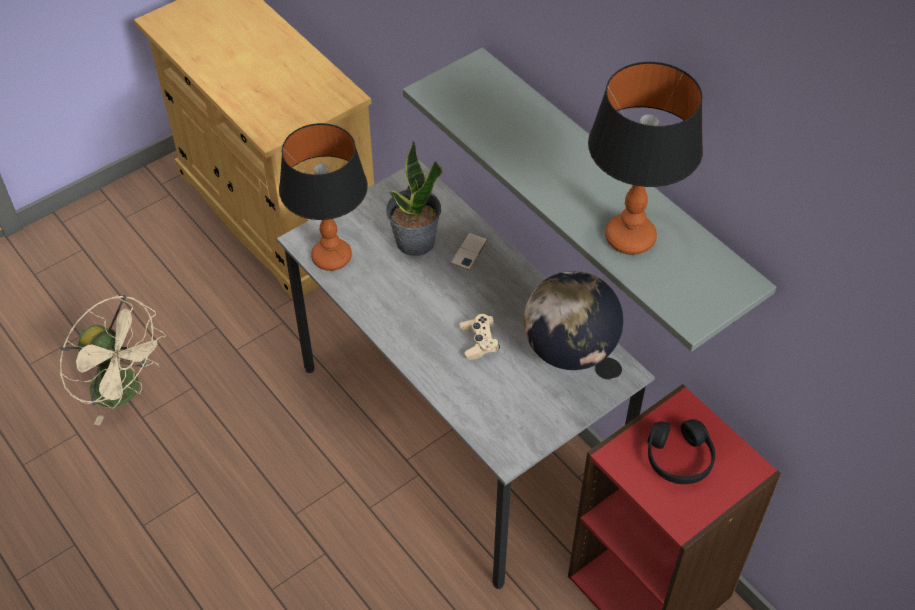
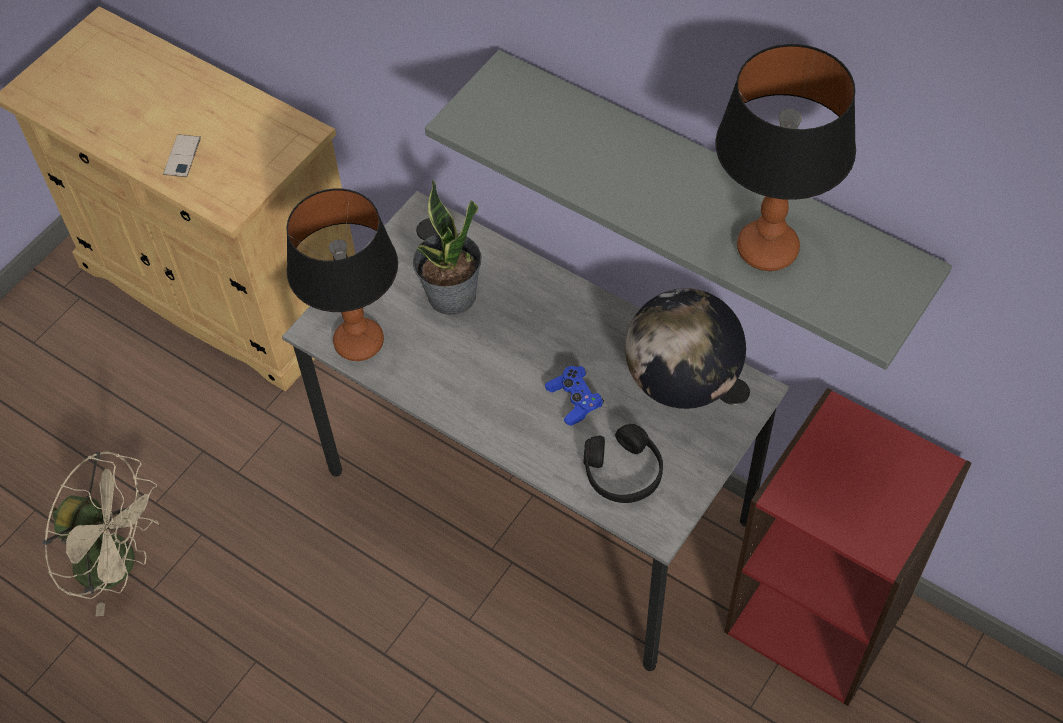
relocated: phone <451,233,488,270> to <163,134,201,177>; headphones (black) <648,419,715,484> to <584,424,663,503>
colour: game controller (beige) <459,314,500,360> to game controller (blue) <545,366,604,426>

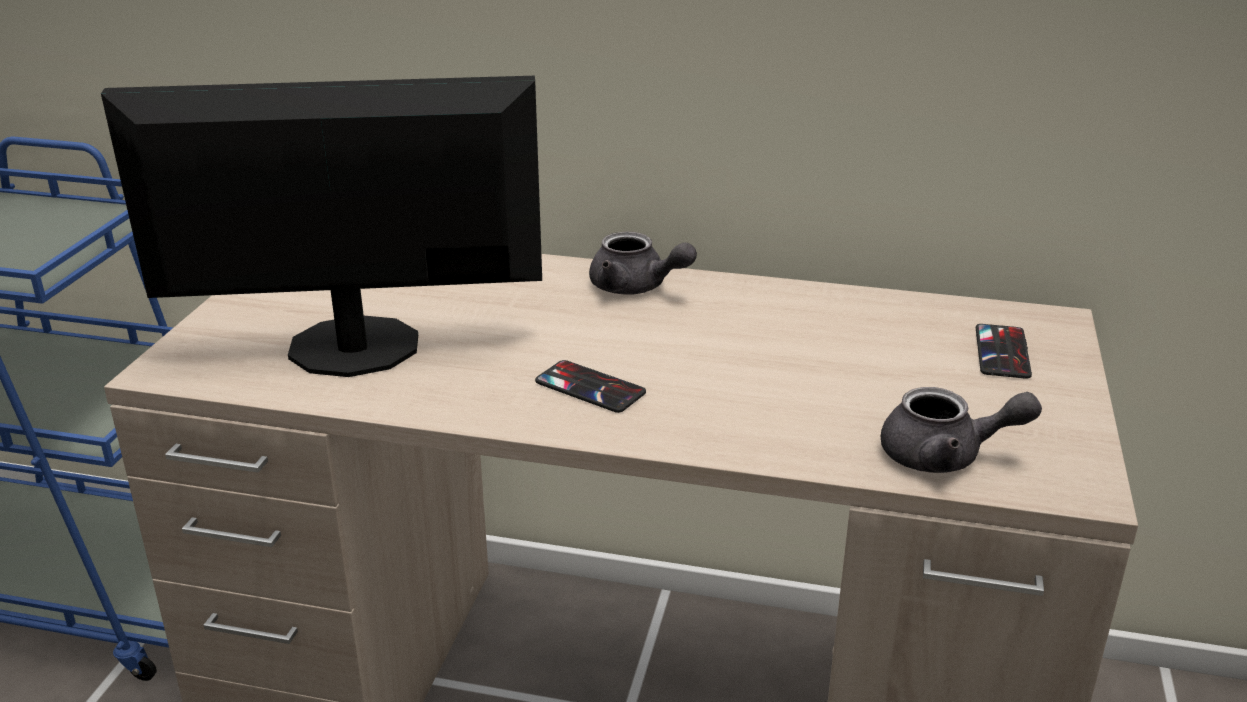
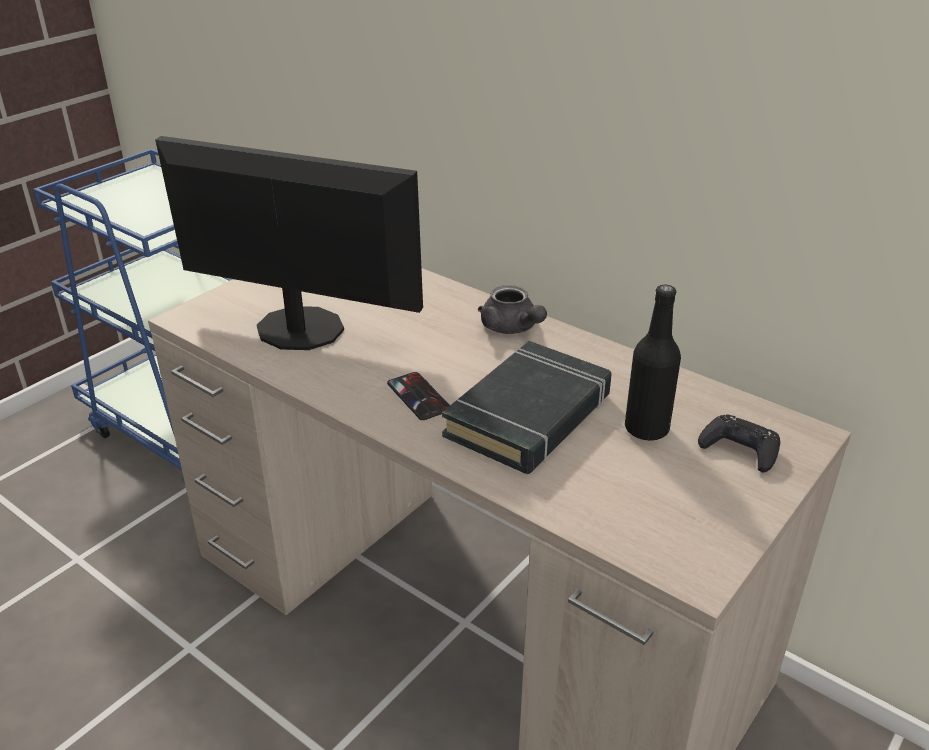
missing: pot for tea (gray) <880,387,1042,473>
appeared: volume (black) <442,341,611,474>; bottle (black) <625,285,681,441>
exchanged: phone <976,324,1032,379> to game controller (black) <698,414,780,473>

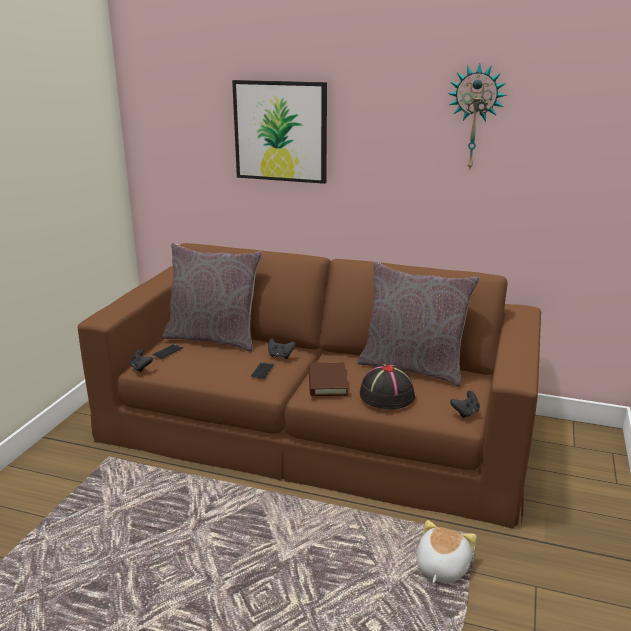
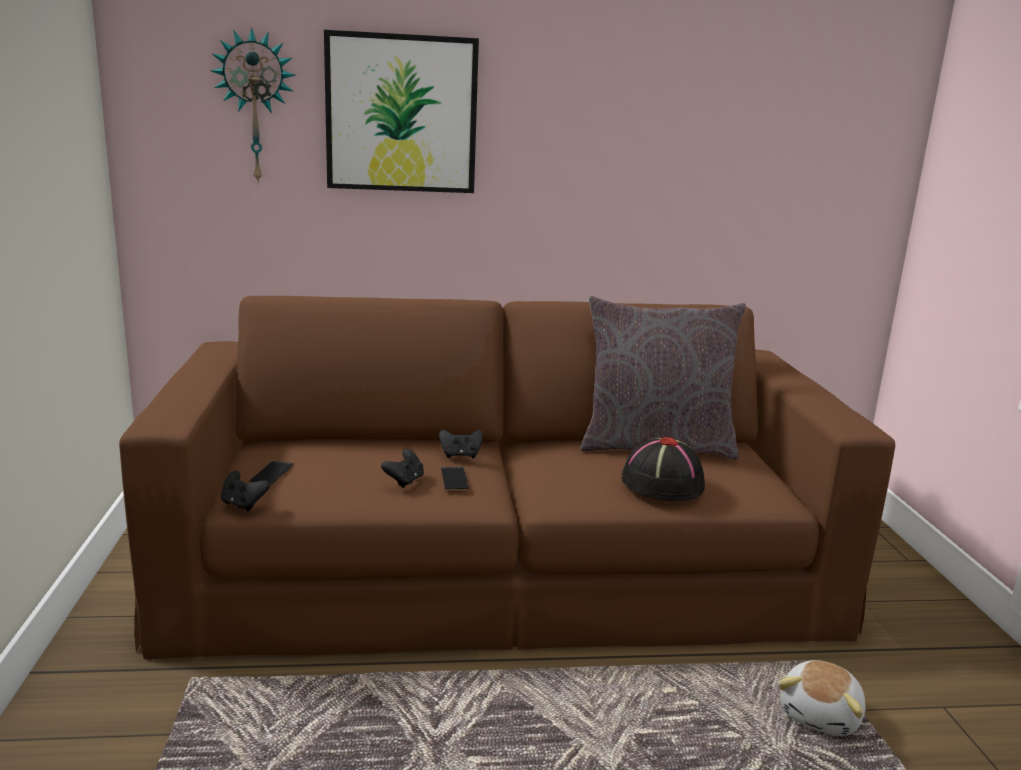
missing: throw pillow (gray) <163,243,262,352>; volume (brownish) <308,362,348,396>
relocated: clock on the wall <447,64,507,171> to <210,27,295,184>; game controller (black) <450,391,480,418> to <381,449,424,488>
spun: cuddly toy <417,520,477,583> = <779,660,866,736> 150 degrees counterclockwise

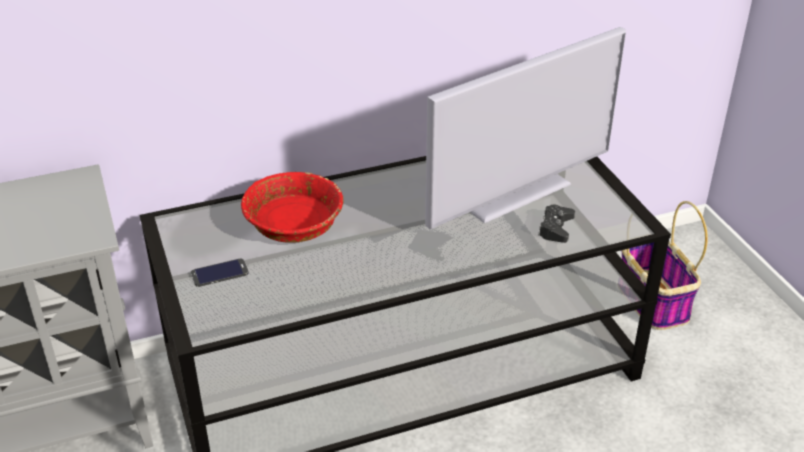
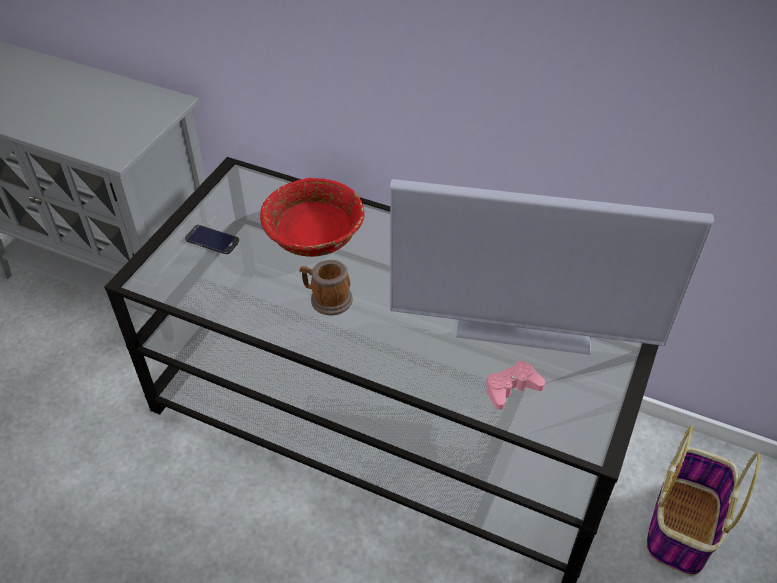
appeared: coffee mug <299,260,353,316>
colour: game controller (black) <538,205,575,243> to game controller (pink) <486,360,545,410>

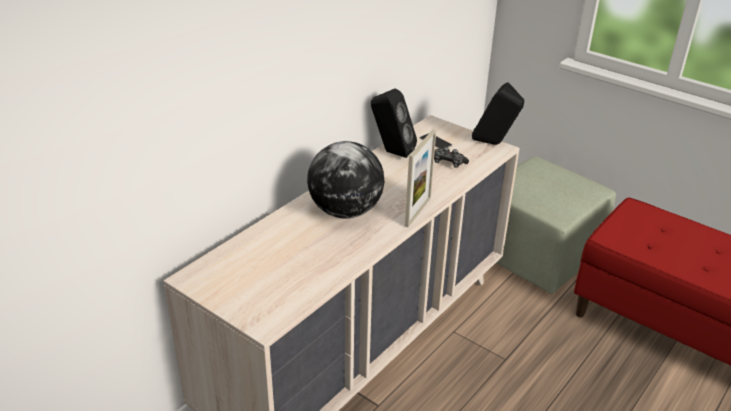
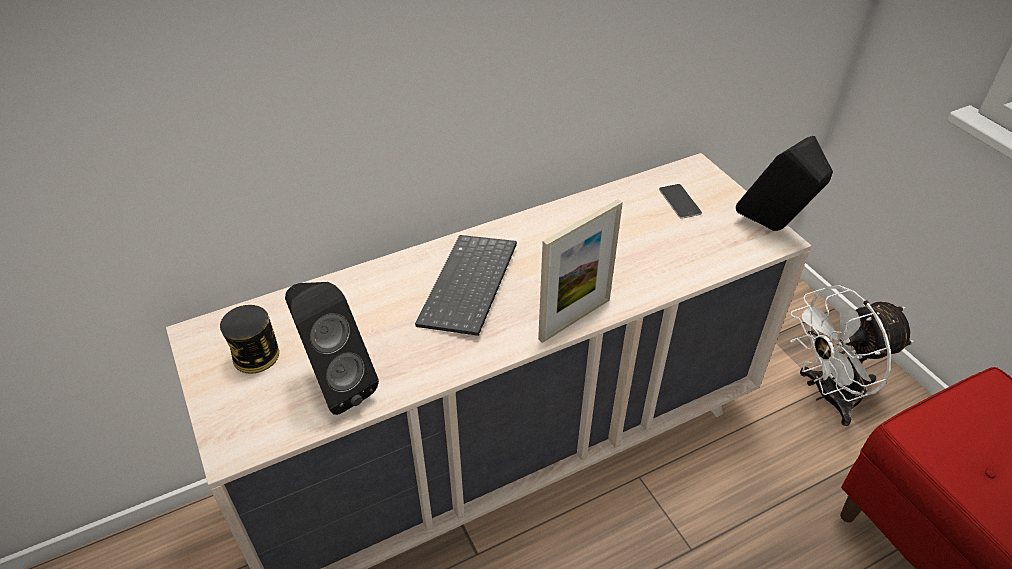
missing: game controller <434,147,469,168>
appeared: metal can <220,305,279,374>
relocated: audio speaker (black) <371,88,417,158> to <285,282,379,415>
exchanged: globe <307,141,384,219> to keyboard <415,235,517,336>; ottoman (greenish) <496,156,616,294> to electric fan (white) <790,285,914,426>

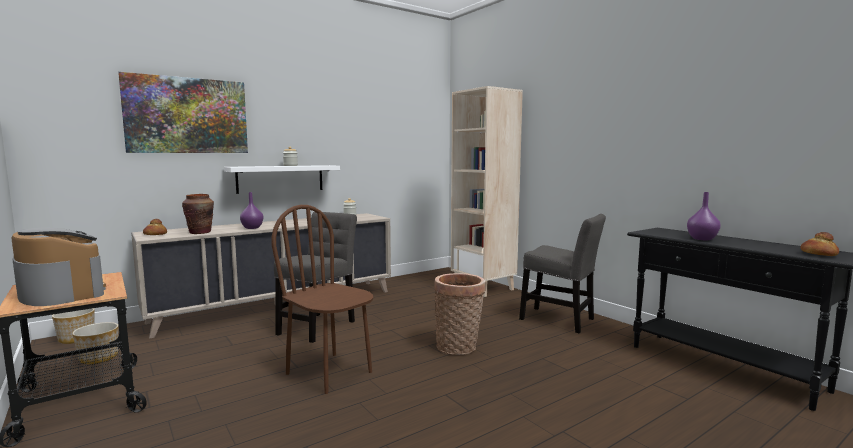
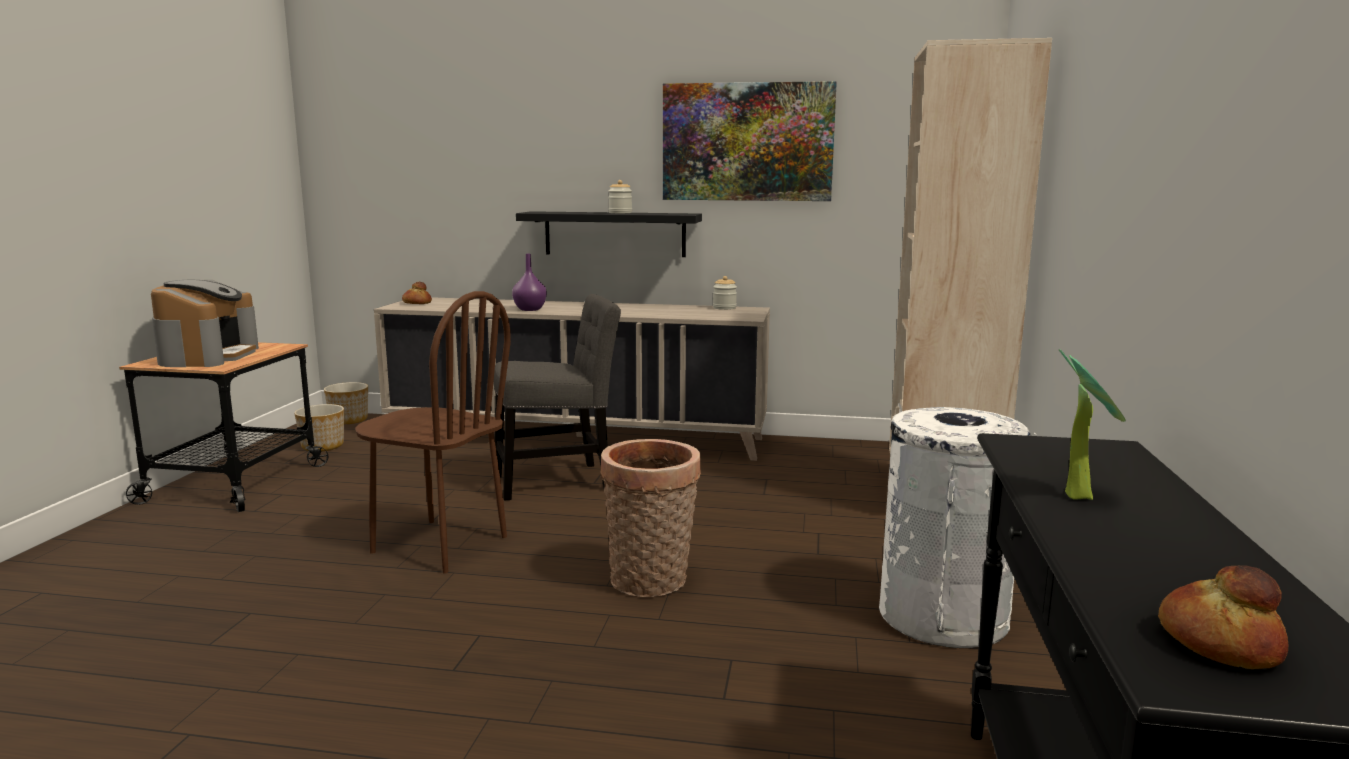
missing: decorative vase (brownish) <182,194,214,234>
relocated: picture <118,72,248,153> to <663,81,837,201>
exchanged: upright chair (gray) <519,214,606,333> to waste bin (white) <879,407,1036,648>; decorative vase (purplish) <687,192,721,240> to plant in a pot <1059,349,1126,500>
colour: shelf (white) <224,165,340,194> to shelf (black) <516,211,702,257>
spun: upright chair (brownish) <271,205,373,394> = <355,291,511,574> 120 degrees clockwise

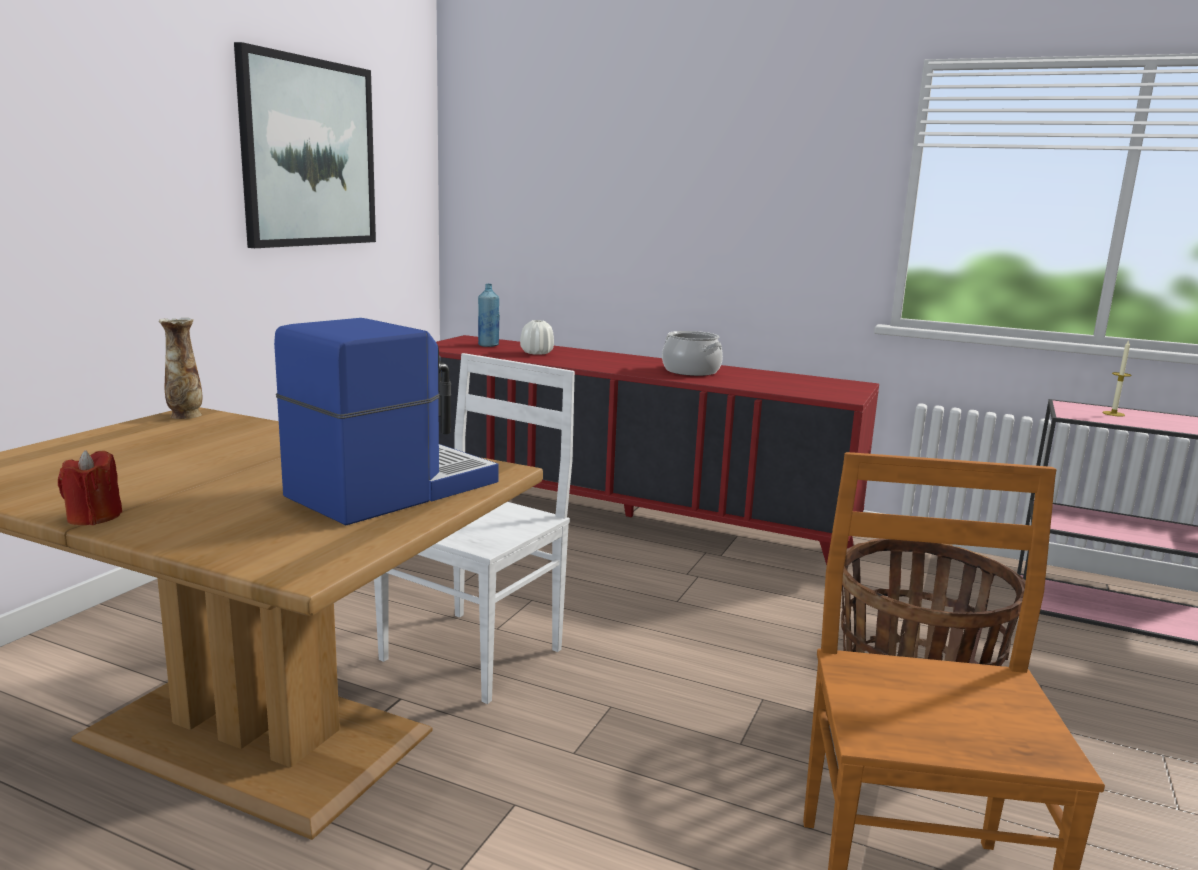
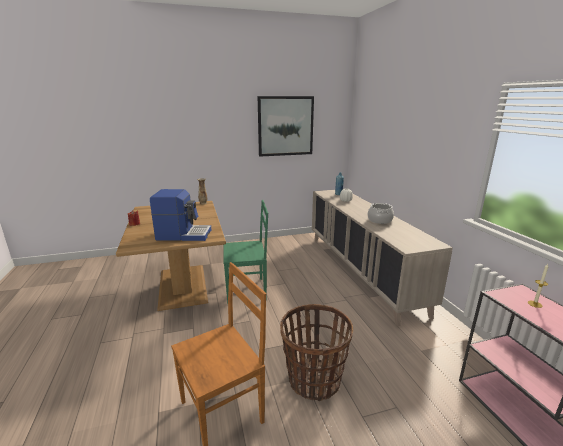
colour: upright chair (white) <374,353,575,704> to upright chair (greenish) <224,200,268,304>; cabinet (reddish) <436,335,879,565> to cabinet (beige) <312,190,453,326>

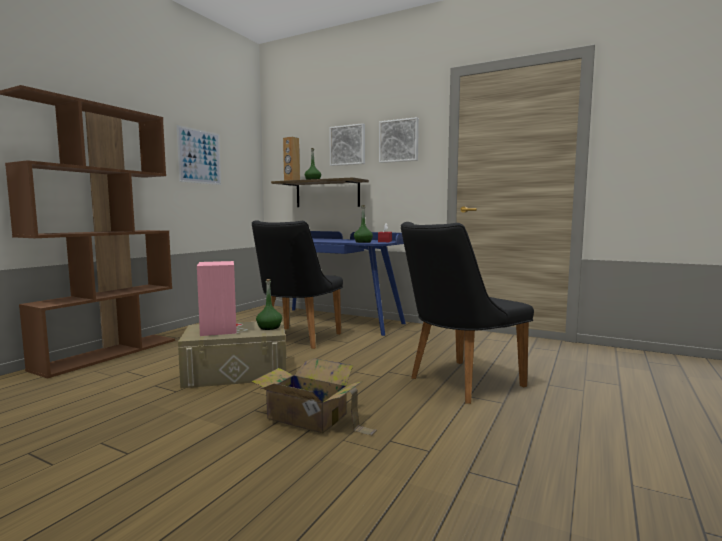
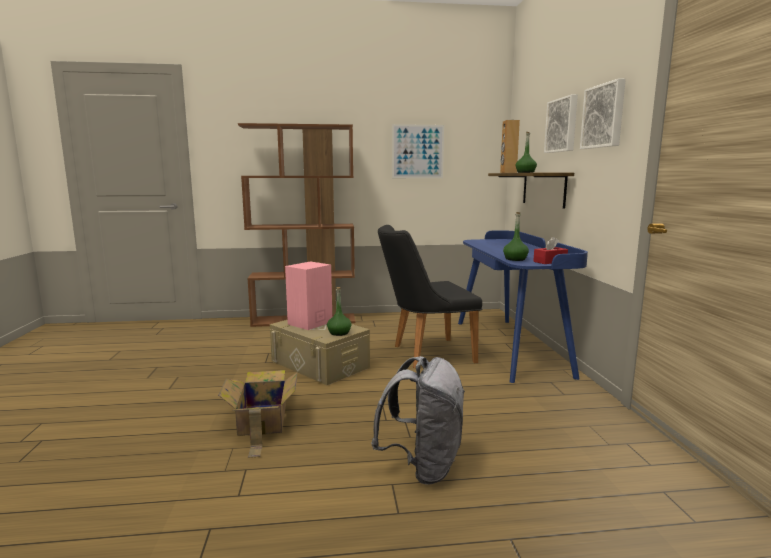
exchanged: upright chair (black) <401,222,534,404> to backpack (gray) <371,356,465,485>

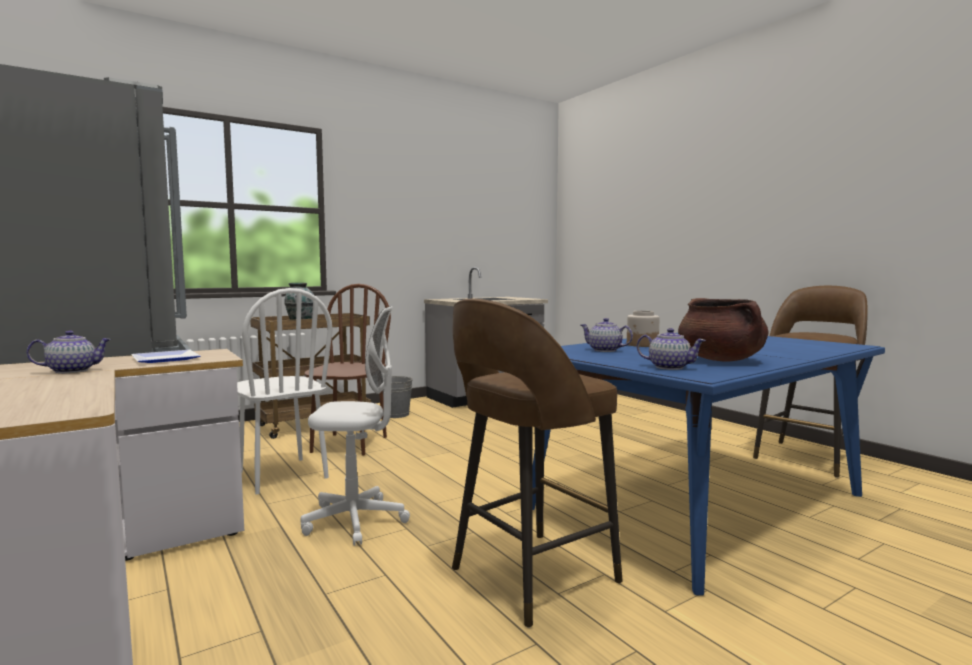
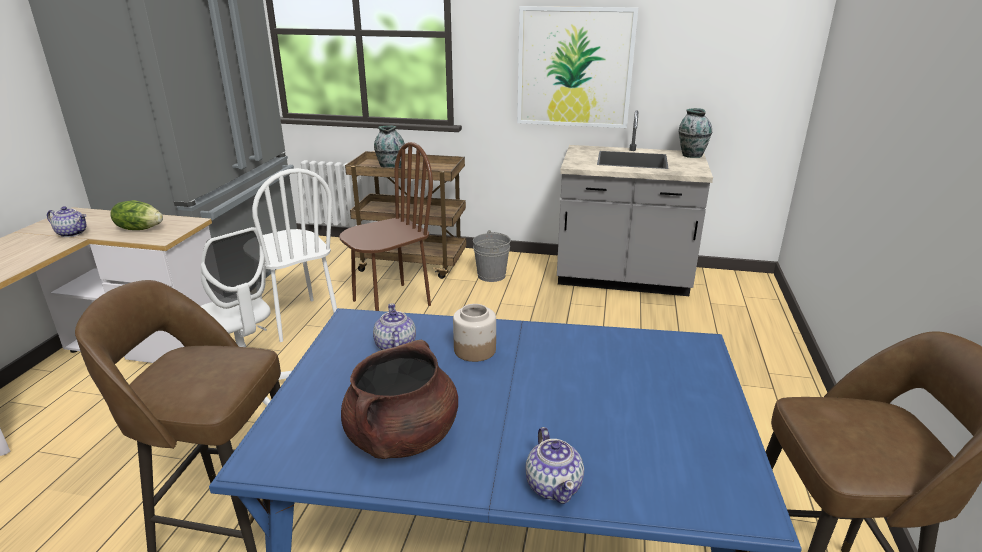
appeared: picture <517,6,638,128>; decorative vase <678,108,712,158>
relocated: pot for tea <637,328,706,370> to <525,427,584,504>
exchanged: plate <131,350,200,363> to lettuce head <110,200,163,230>
spun: upright chair (white) <237,288,333,494> = <252,168,337,342> 45 degrees counterclockwise

